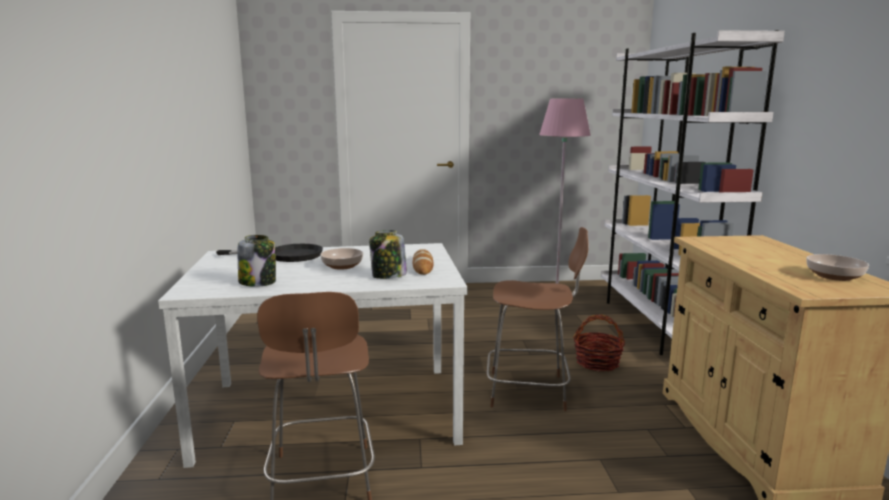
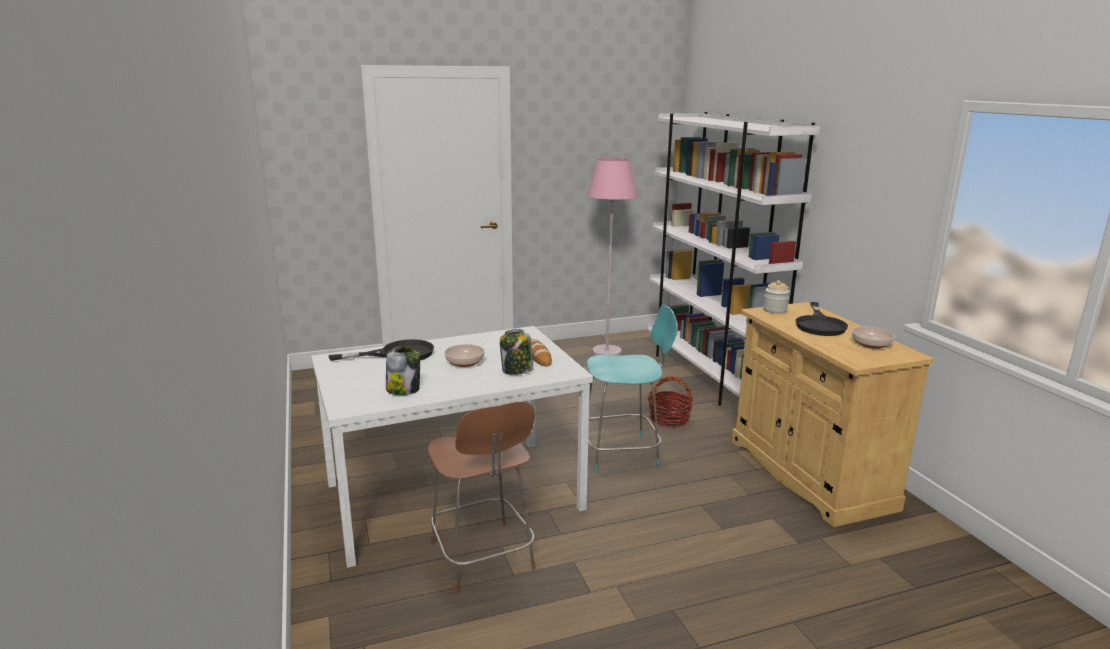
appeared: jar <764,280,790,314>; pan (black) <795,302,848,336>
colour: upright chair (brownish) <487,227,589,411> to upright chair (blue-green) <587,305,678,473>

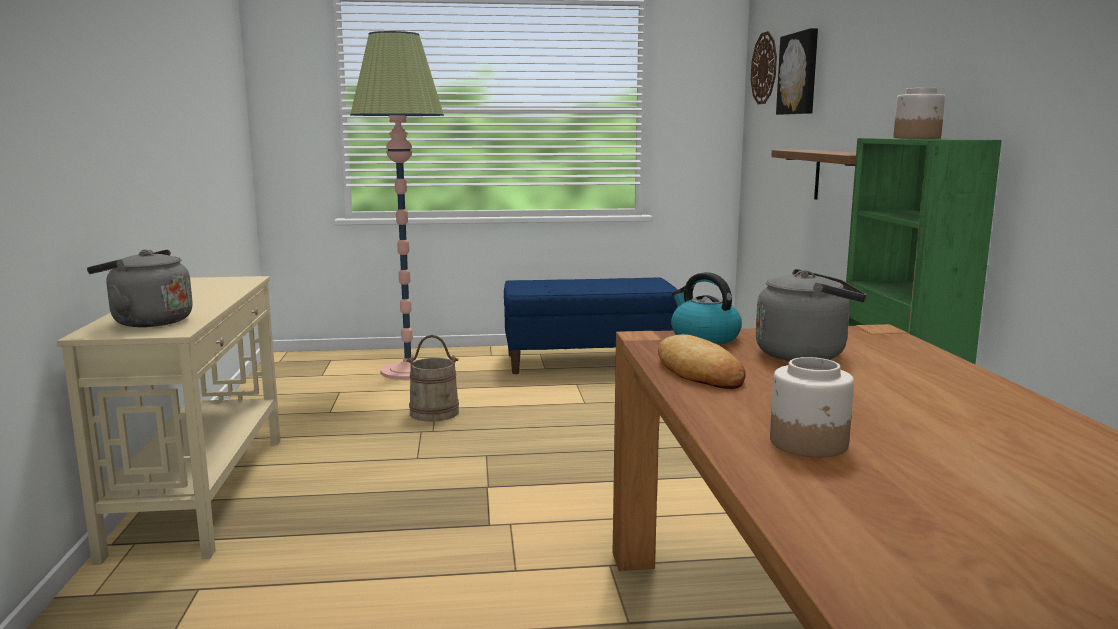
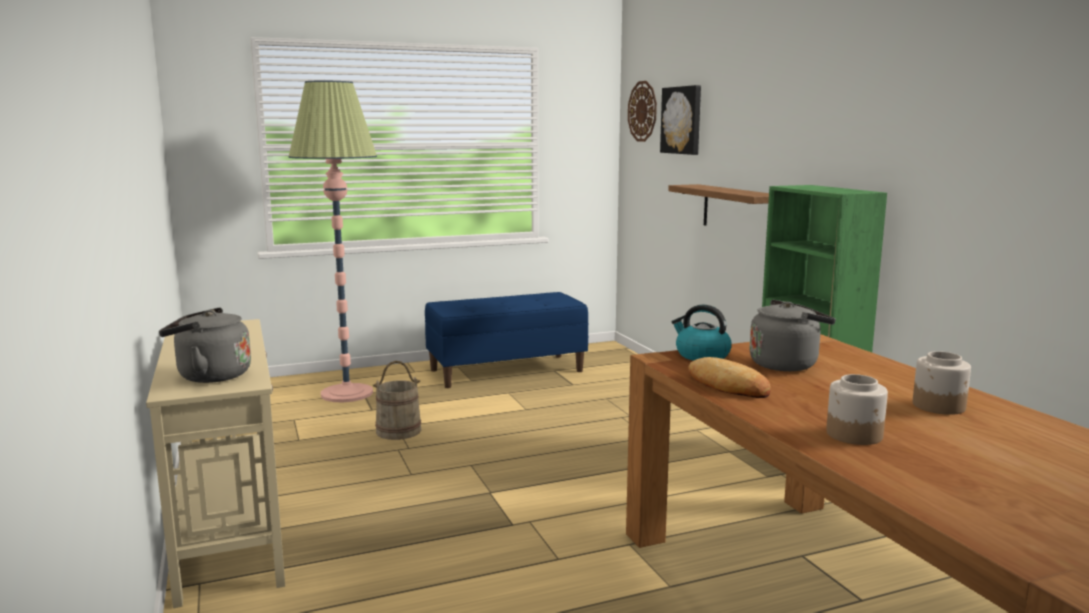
relocated: jar <893,88,945,139> to <913,351,971,415>

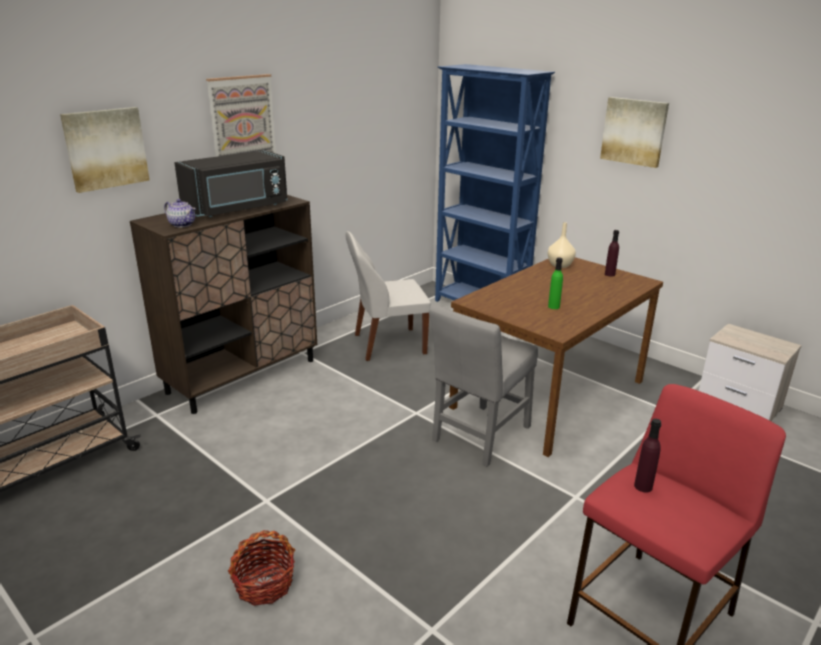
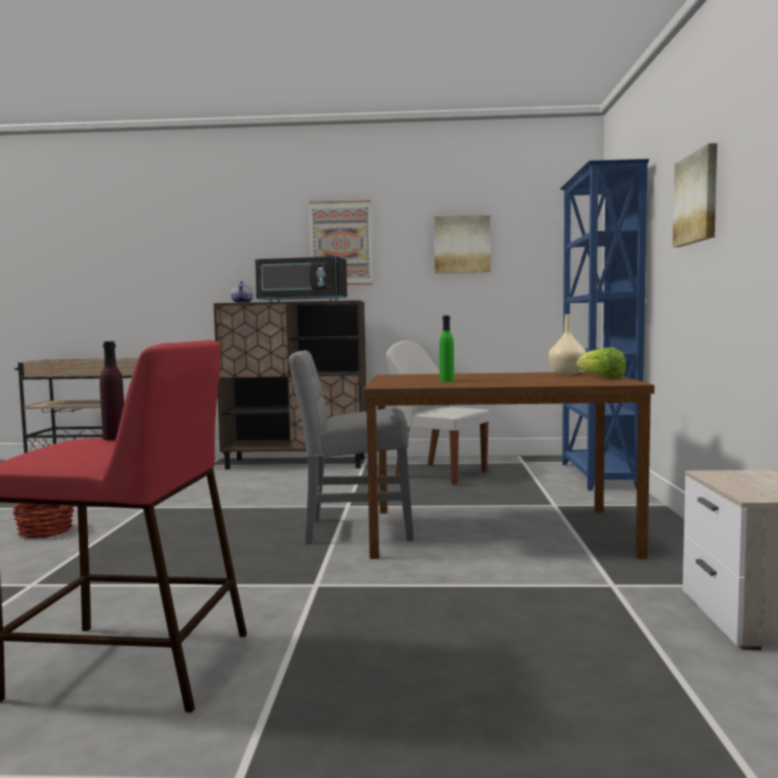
relocated: picture <60,107,150,193> to <434,215,491,273>
exchanged: bottle (purplish) <605,230,619,277> to lettuce head <576,347,626,379>

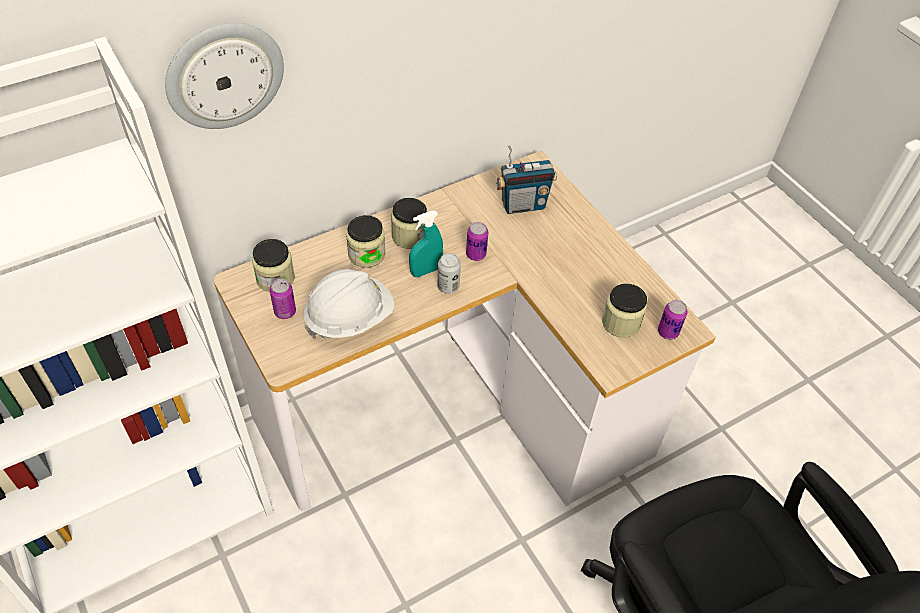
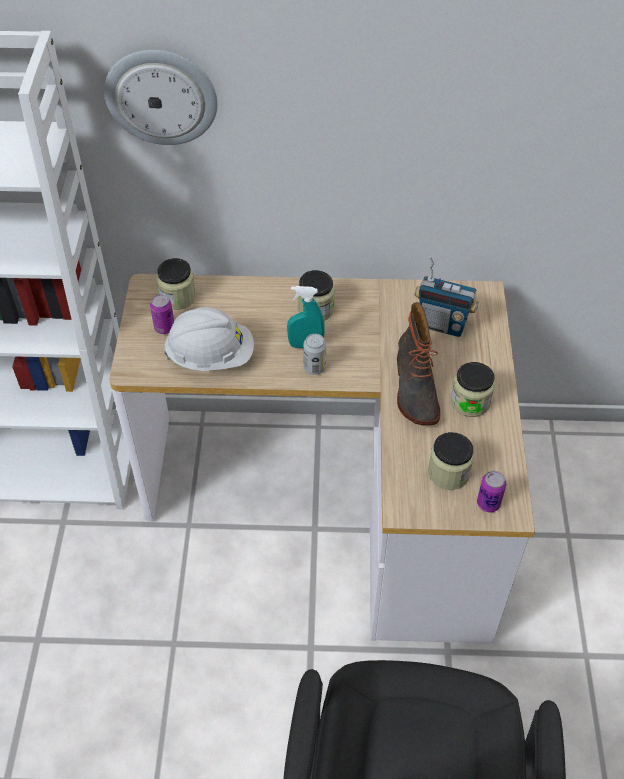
missing: metal can <466,222,488,261>
appeared: boot <397,302,440,425>
relocated: jar <346,215,385,268> to <451,362,495,417>

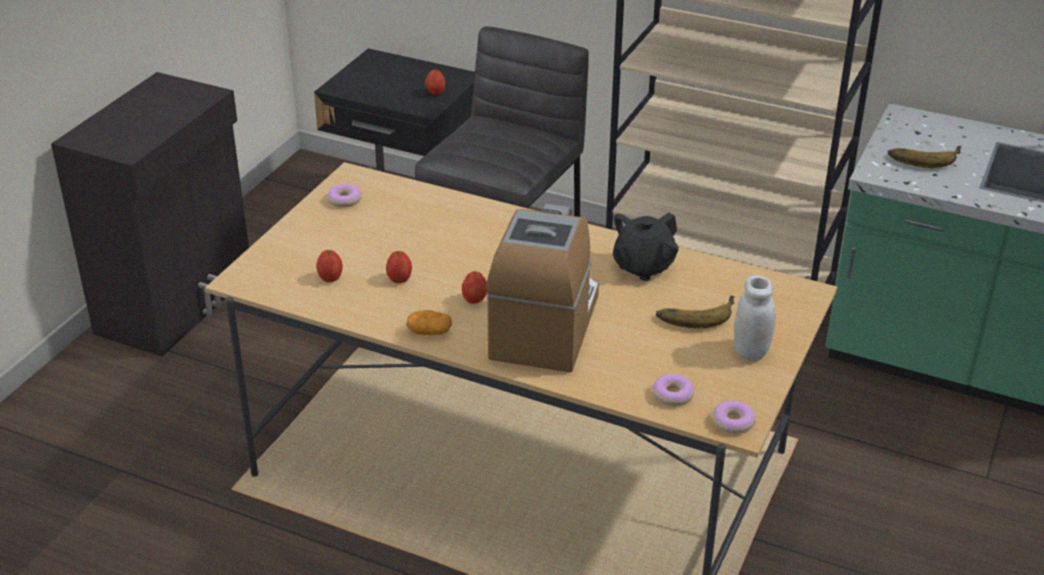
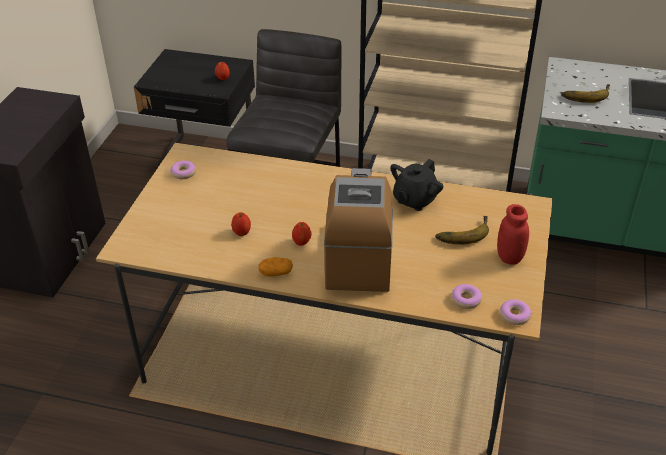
missing: apple fruit <316,250,343,282>
colour: jar (white) <734,275,775,361> to jar (reddish) <497,204,529,265>

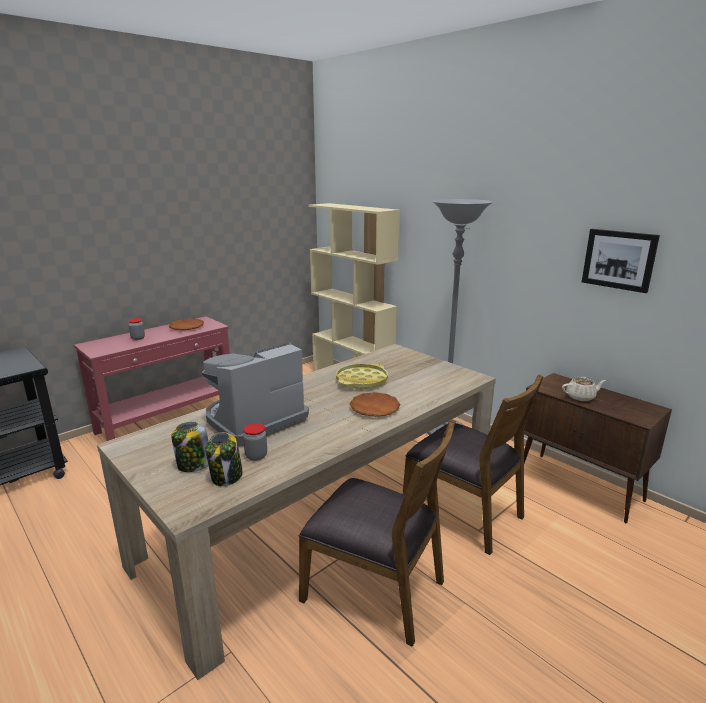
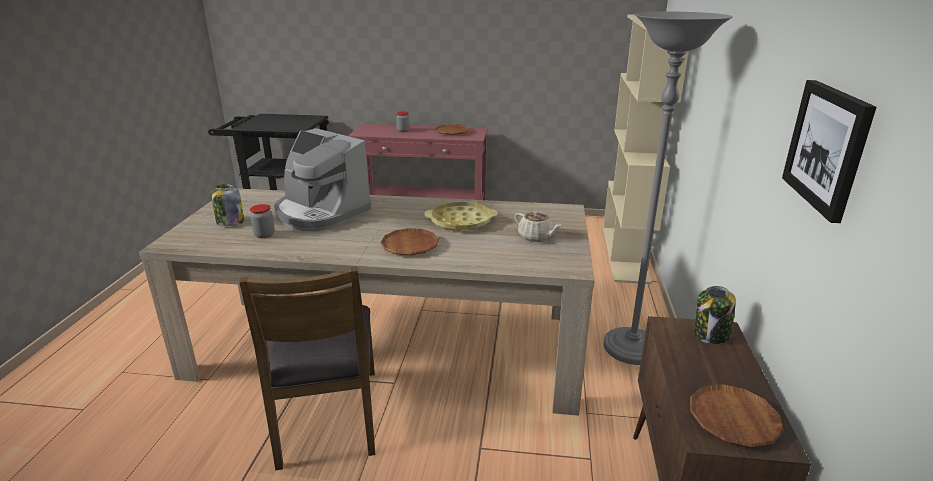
missing: upright chair (brownish) <403,374,543,555>
appeared: plate (brownish) <690,384,784,447>
relocated: pot for tea (beige) <562,376,606,401> to <515,211,562,242>; jar <205,432,243,486> to <694,286,736,344>
spun: coffee maker <202,343,309,446> = <274,128,371,231> 150 degrees counterclockwise

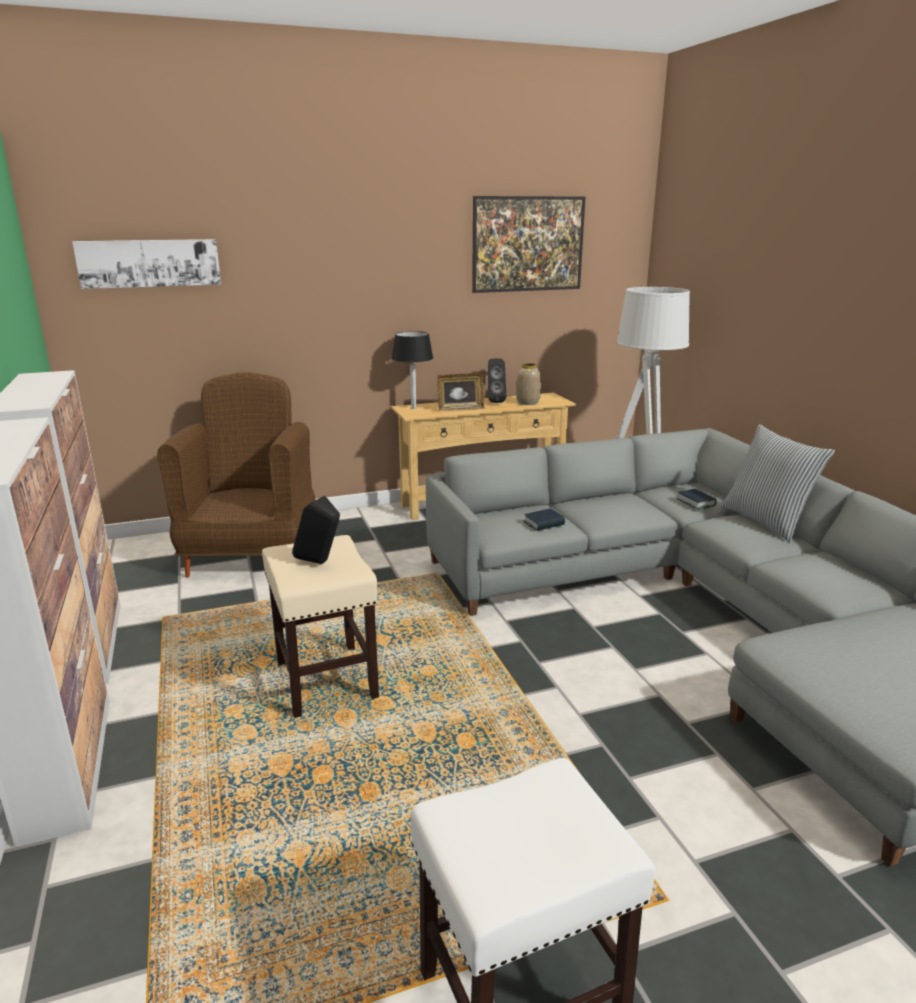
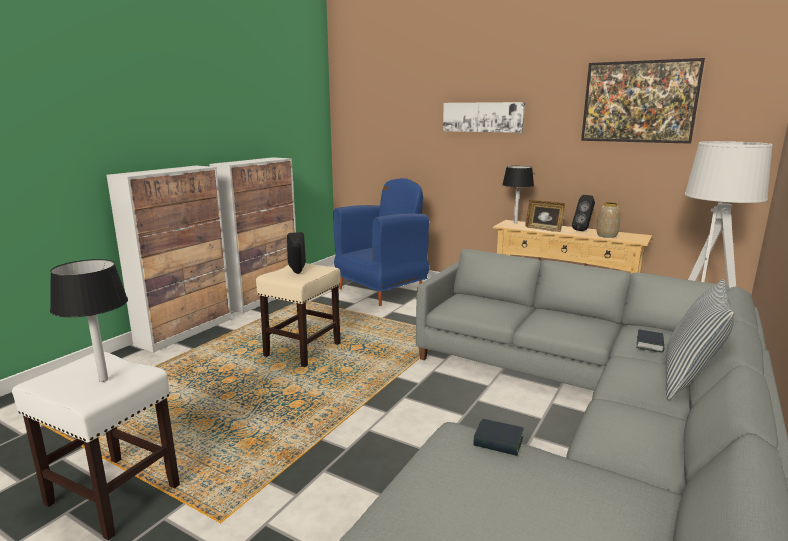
appeared: lamp for a table (black) <50,259,128,382>
relocated: picture <72,239,221,289> to <443,102,525,133>; volume <523,508,565,531> to <473,419,524,456>
colour: armchair (brownish) <157,372,315,578> to armchair (blue) <333,178,429,306>

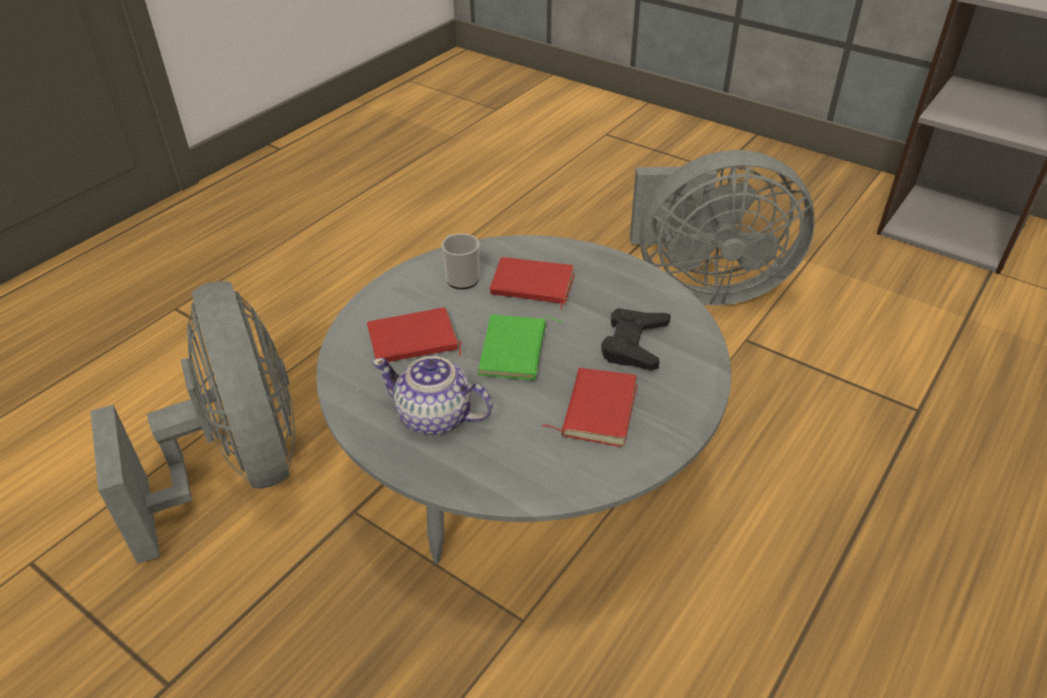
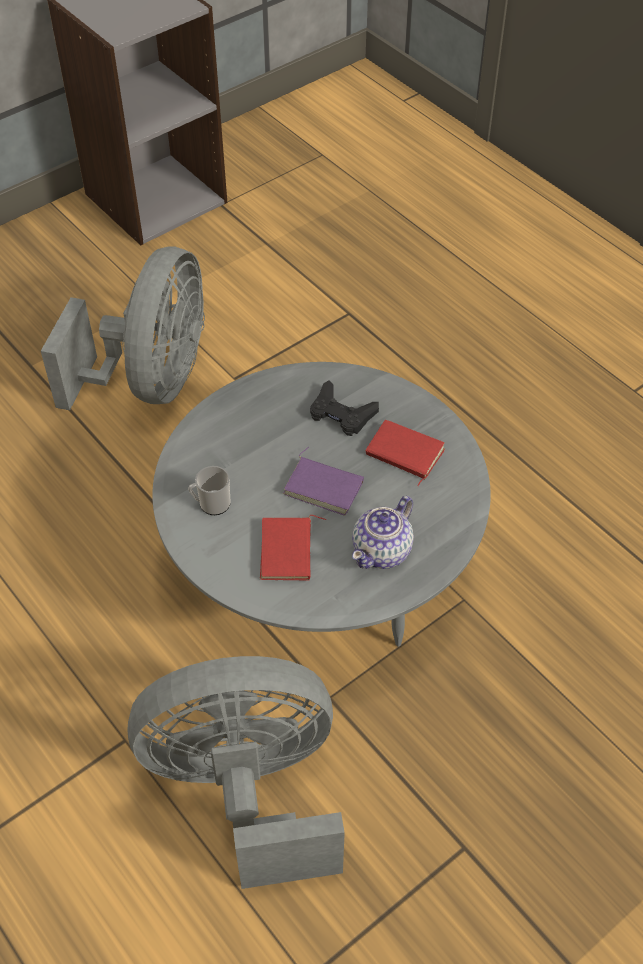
missing: volume (reddish) <490,257,575,310>
colour: volume (greenish) <477,315,564,381> to volume (purplish) <283,447,364,516>

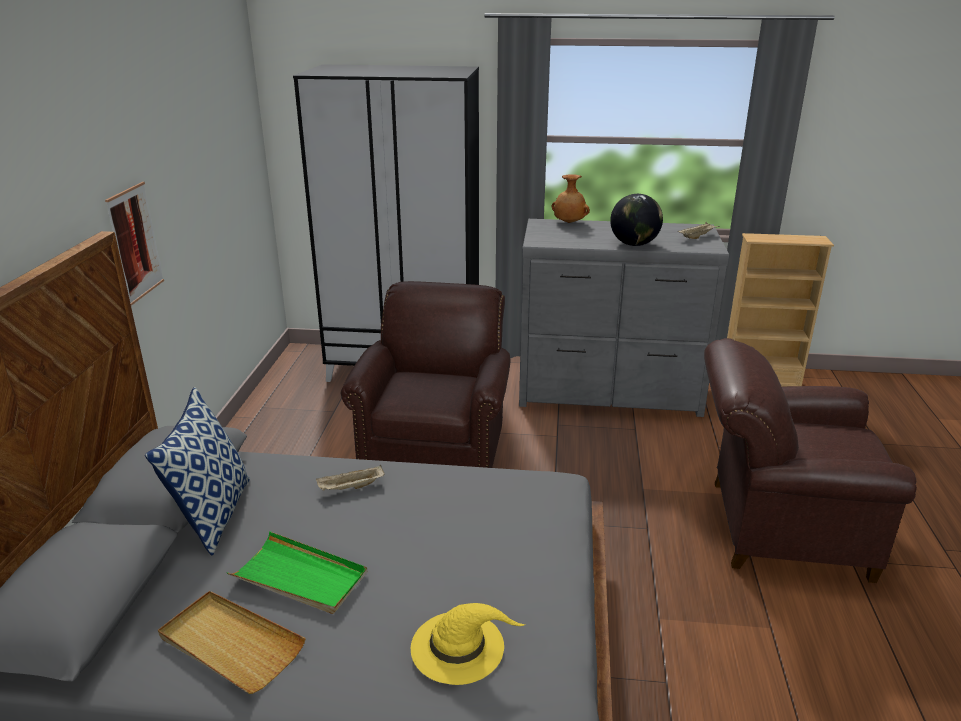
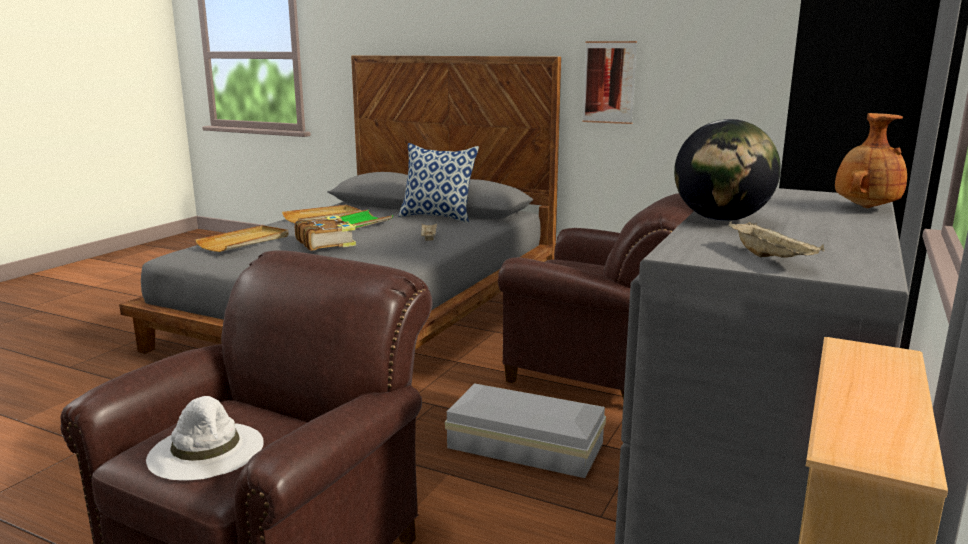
appeared: wearable hat (white) <146,396,264,481>; volume <295,215,356,251>; storage box (white) <445,383,606,478>
exchanged: wearable hat (yellow) <411,603,525,685> to tray (beige) <195,225,289,252>

